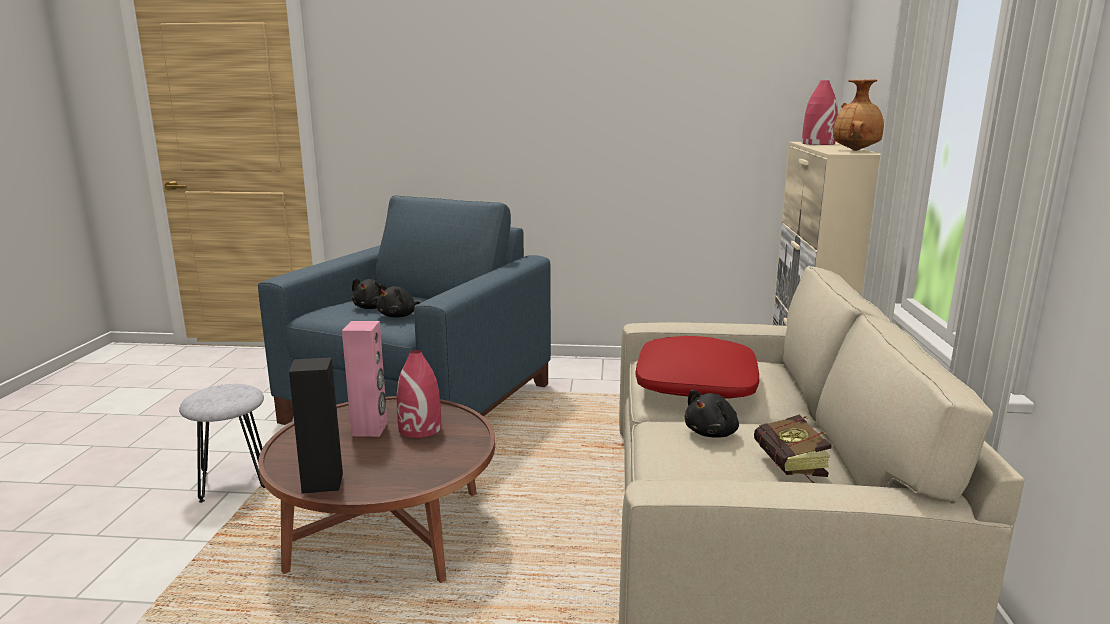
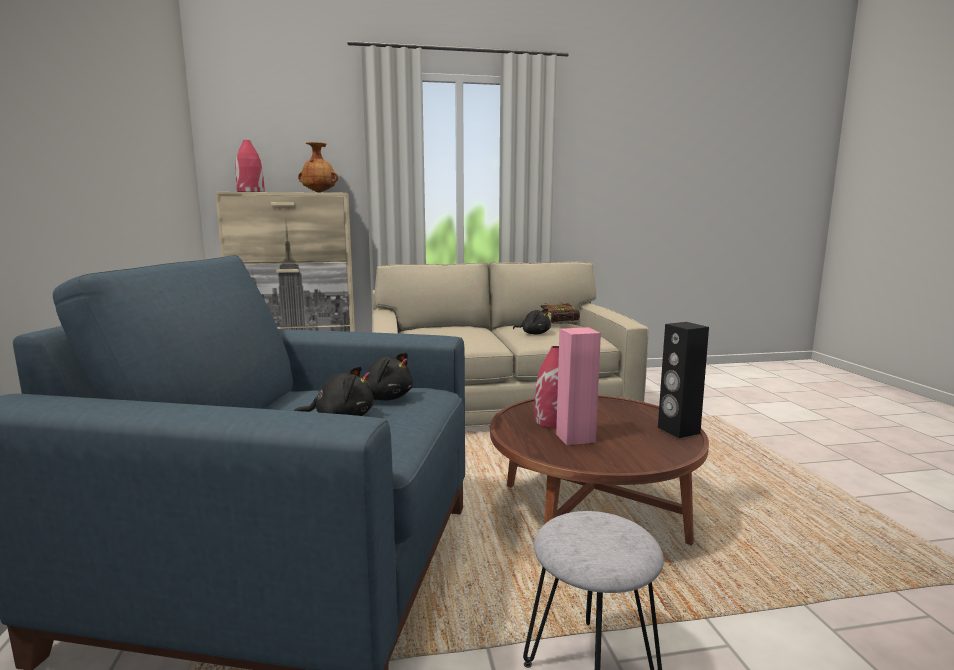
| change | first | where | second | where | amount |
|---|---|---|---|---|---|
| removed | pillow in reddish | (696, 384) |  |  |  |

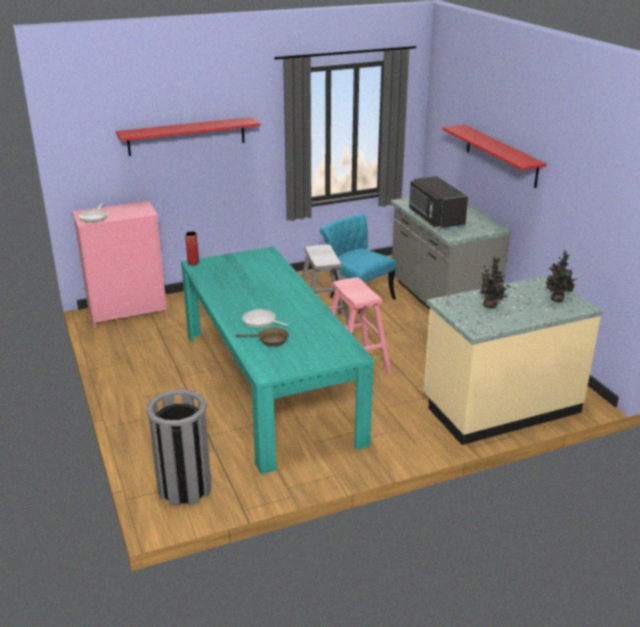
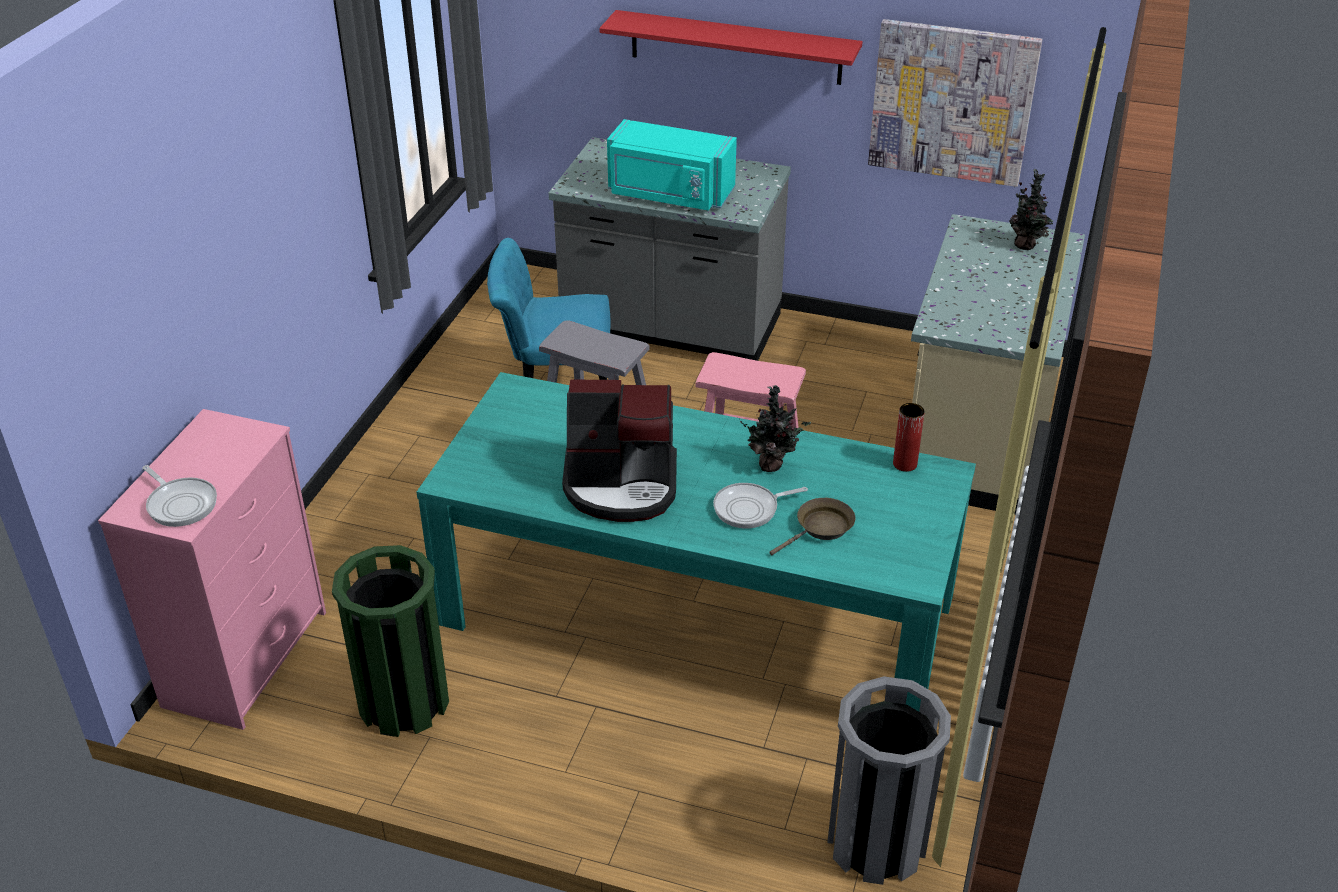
| change | first | where | second | where | amount |
|---|---|---|---|---|---|
| added |  |  | rubbish bin in green | (404, 701) |  |
| added |  |  | coffee maker | (621, 486) |  |
| recoloured | kitchen microwave in black | (434, 218) | kitchen microwave in blue-green | (669, 194) |  |
| moved | houseplant | (491, 306) |  | (772, 464) |  |
| added |  |  | picture | (952, 102) |  |
| moved | vase in reddish | (193, 263) |  | (905, 464) |  |
| removed | bracket shelf in reddish | (186, 136) |  |  |  |

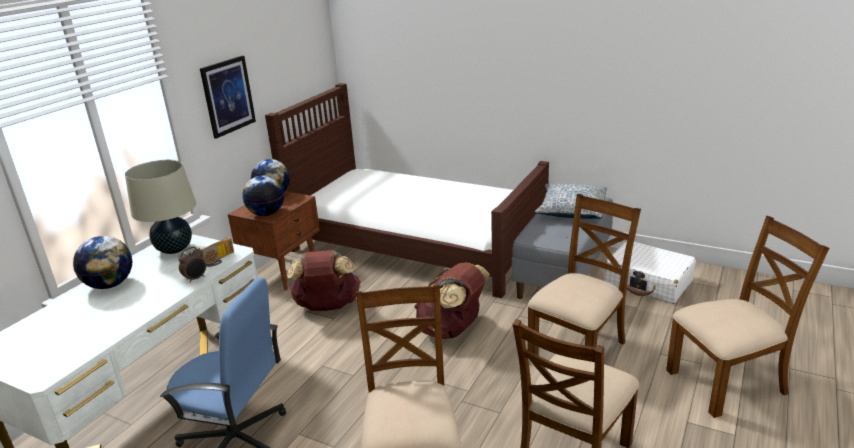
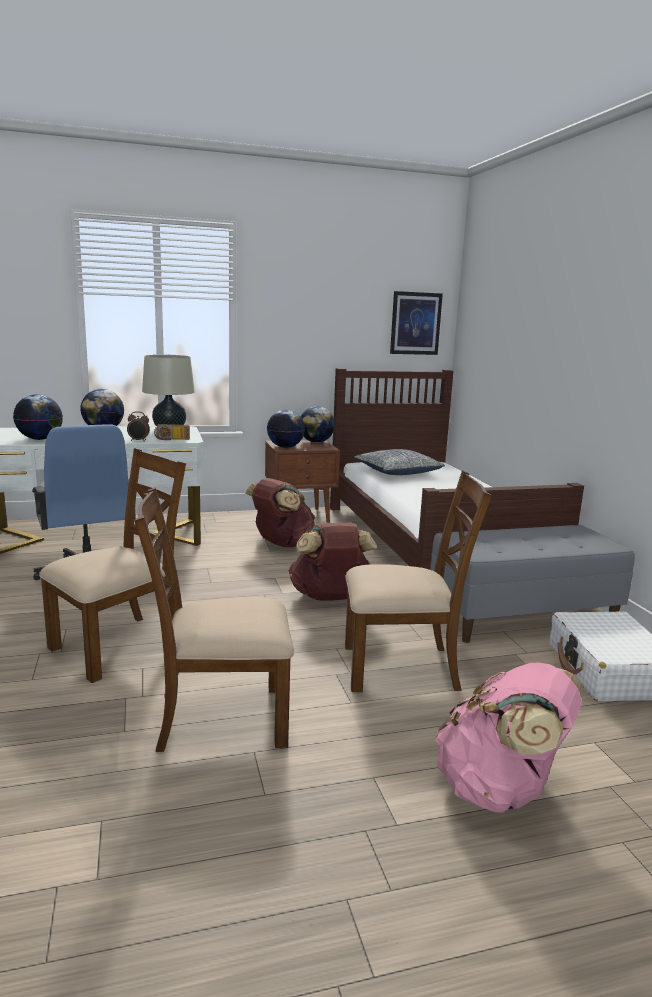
| change | first | where | second | where | amount |
|---|---|---|---|---|---|
| added |  |  | world globe | (40, 439) |  |
| moved | pillow | (571, 210) |  | (398, 472) |  |
| moved | picture | (228, 96) |  | (415, 323) |  |
| replaced | chair in brown-coloured | (728, 382) | knapsack in pinkish | (499, 789) |  |

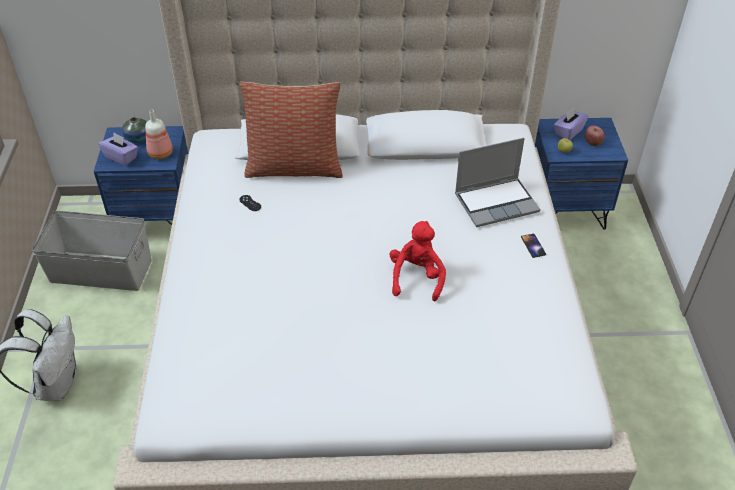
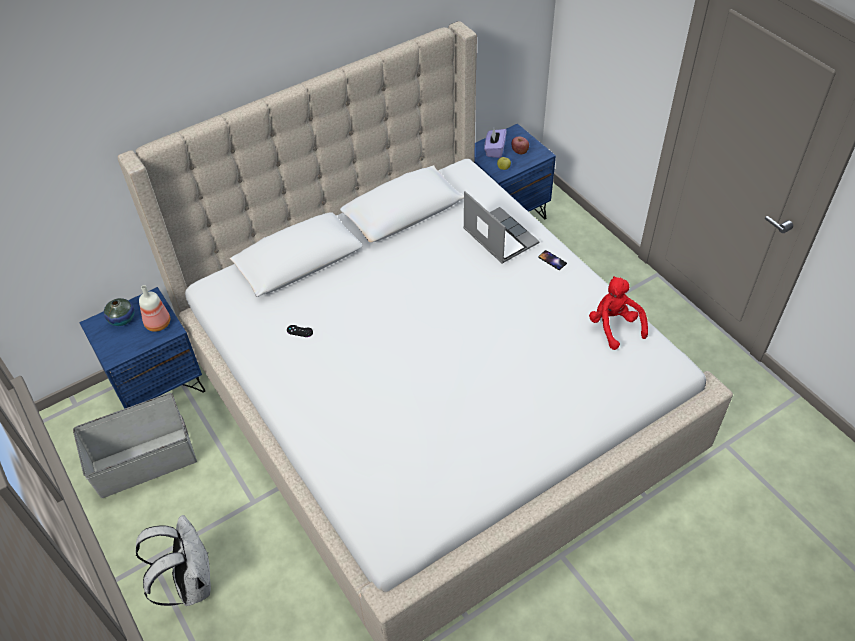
| change | first | where | second | where | amount |
|---|---|---|---|---|---|
| turned | laptop | (497, 202) |  | (499, 237) | 75 degrees counterclockwise |
| moved | plush toy in reddish | (416, 277) |  | (614, 326) |  |
| removed | box of tissues in purplish | (121, 157) |  |  |  |
| removed | pillow | (294, 167) |  |  |  |

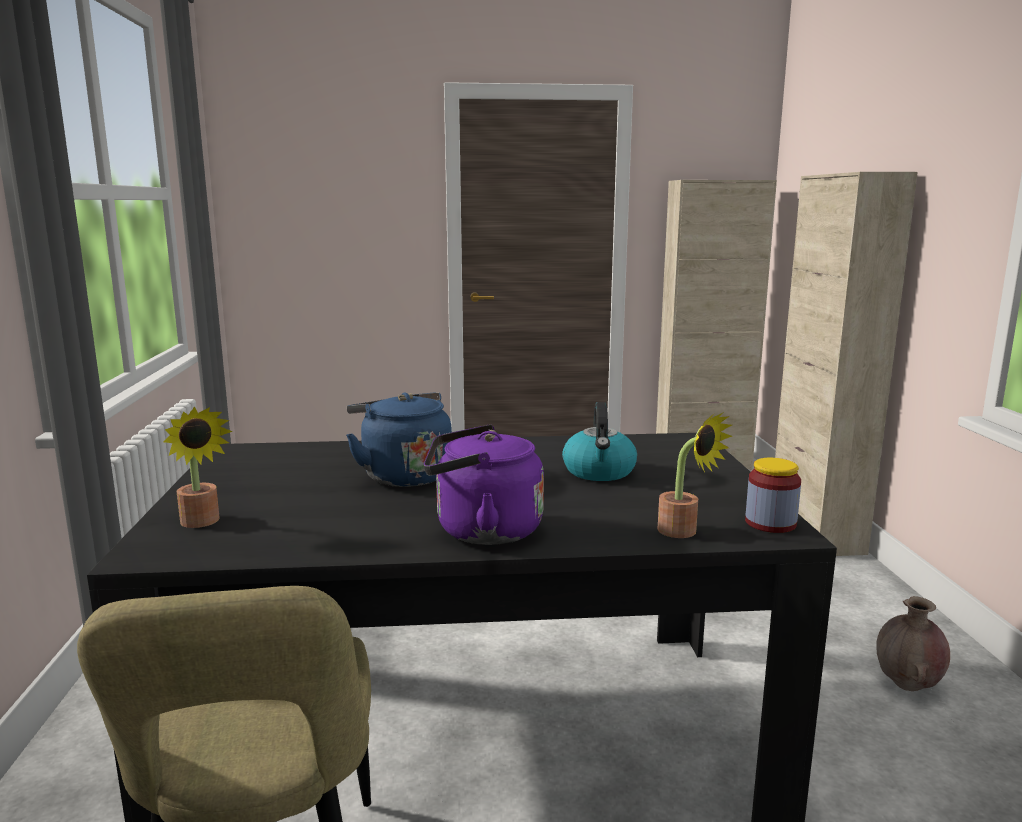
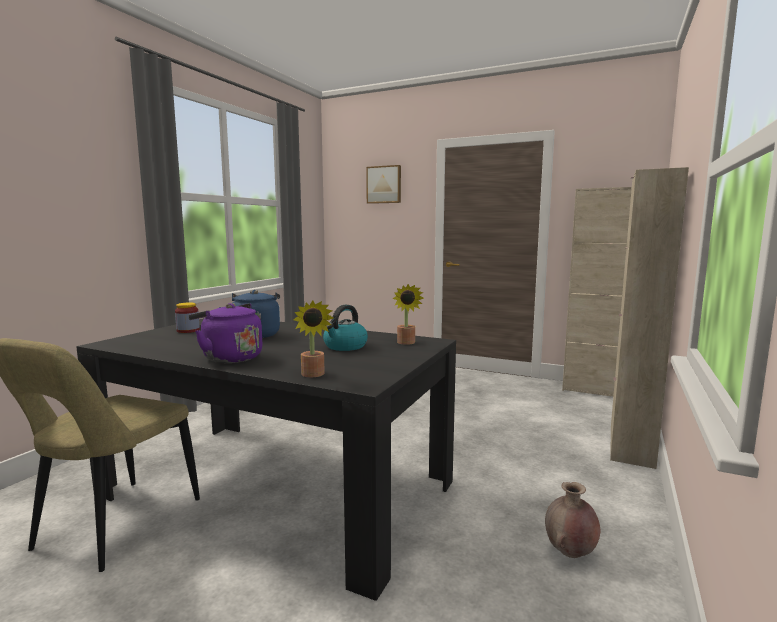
| change | first | where | second | where | amount |
|---|---|---|---|---|---|
| moved | jar | (770, 523) |  | (188, 330) |  |
| added |  |  | picture | (384, 184) |  |
| moved | houseplant | (202, 523) |  | (406, 343) |  |

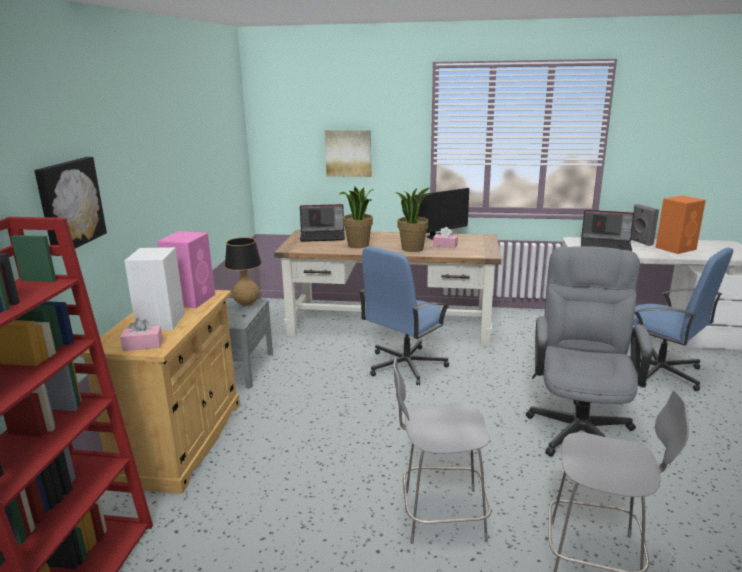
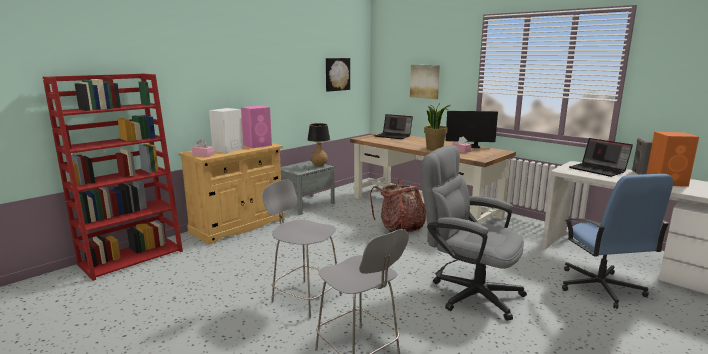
| change | first | where | second | where | amount |
|---|---|---|---|---|---|
| moved | picture | (69, 204) |  | (337, 74) |  |
| replaced | computer chair in blue | (405, 366) | knapsack | (400, 228) |  |
| turned | computer chair in greyish | (579, 425) |  | (468, 292) | 105 degrees counterclockwise |
| removed | houseplant | (358, 245) |  |  |  |

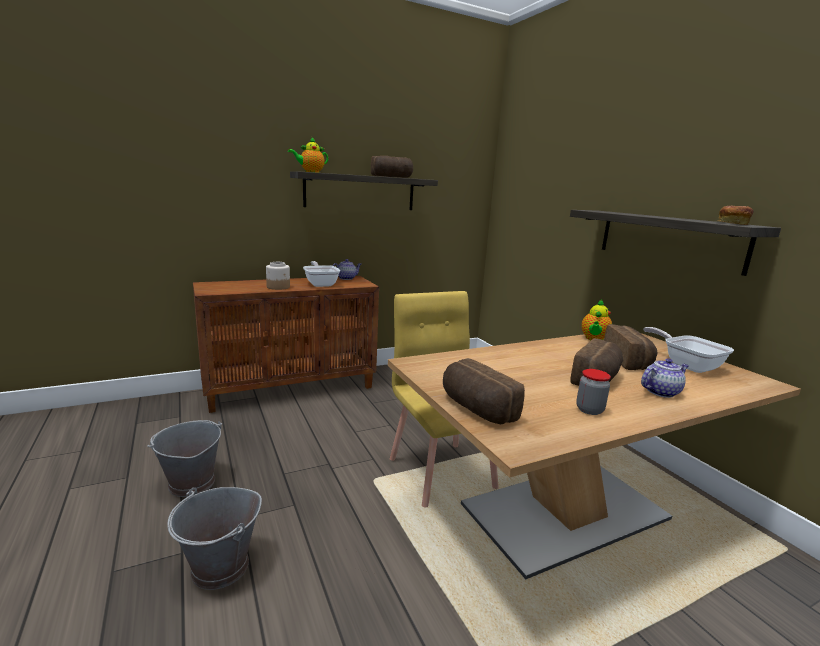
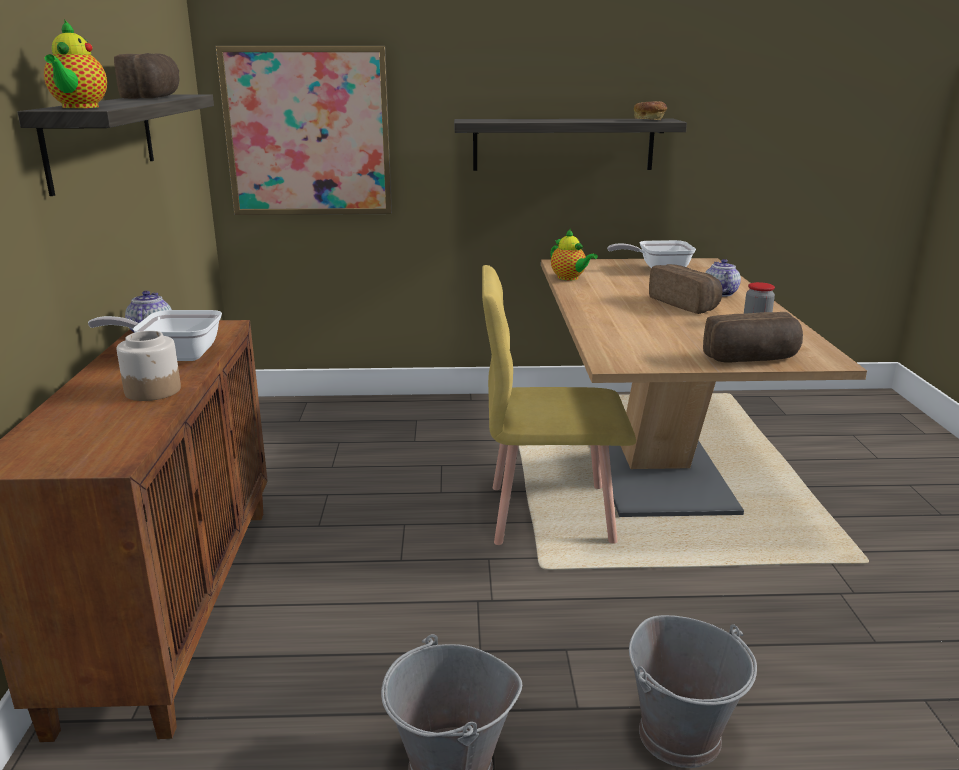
| change | first | where | second | where | amount |
|---|---|---|---|---|---|
| added |  |  | picture | (308, 132) |  |
| removed | bakery bread | (628, 360) |  |  |  |

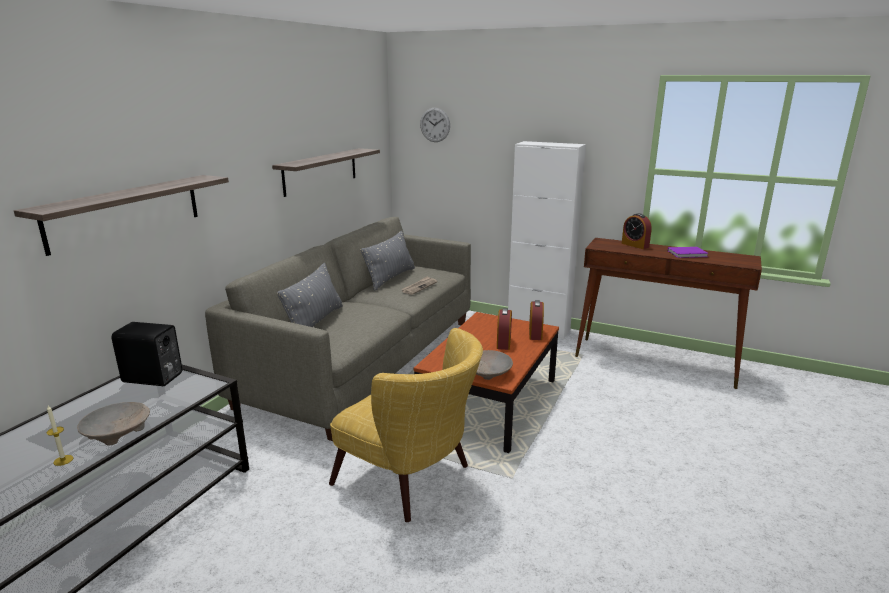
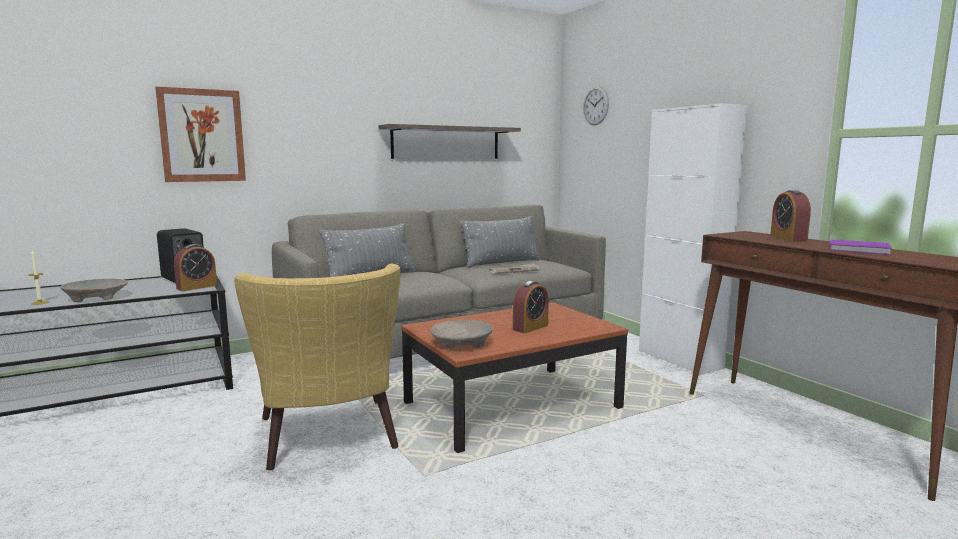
| change | first | where | second | where | amount |
|---|---|---|---|---|---|
| replaced | bracket shelf | (126, 212) | picture | (202, 135) |  |
| moved | alarm clock | (535, 334) |  | (197, 287) |  |

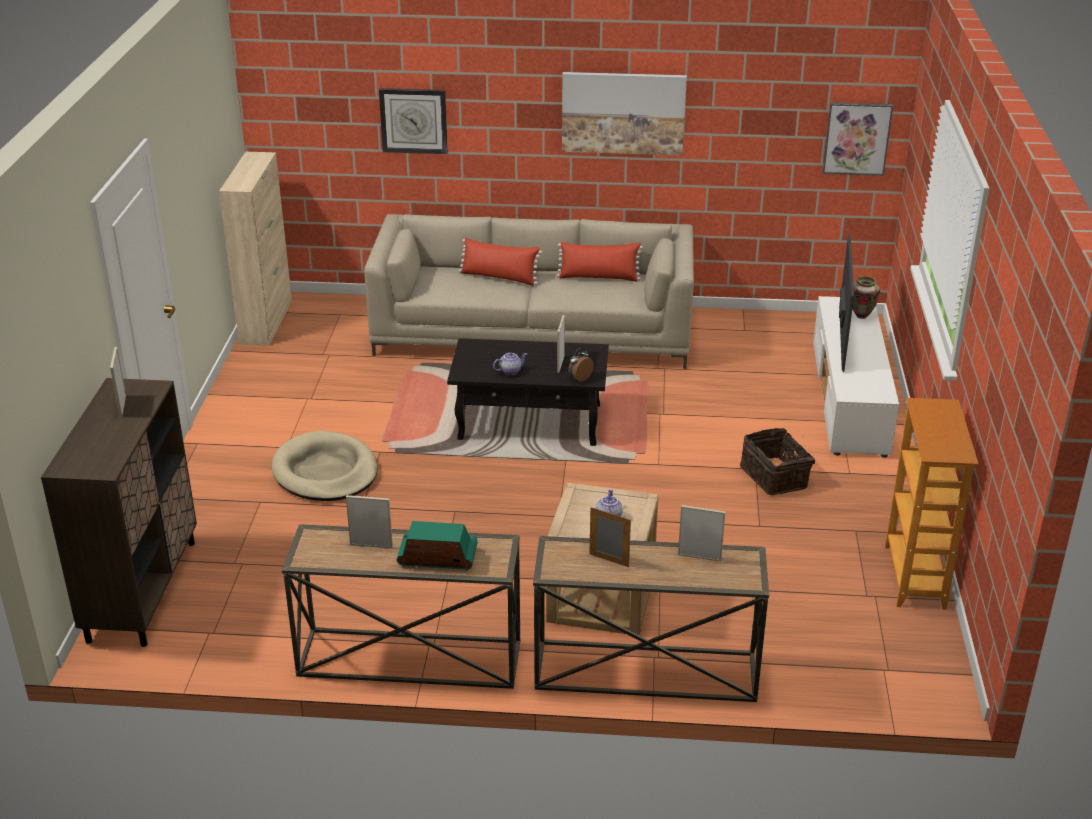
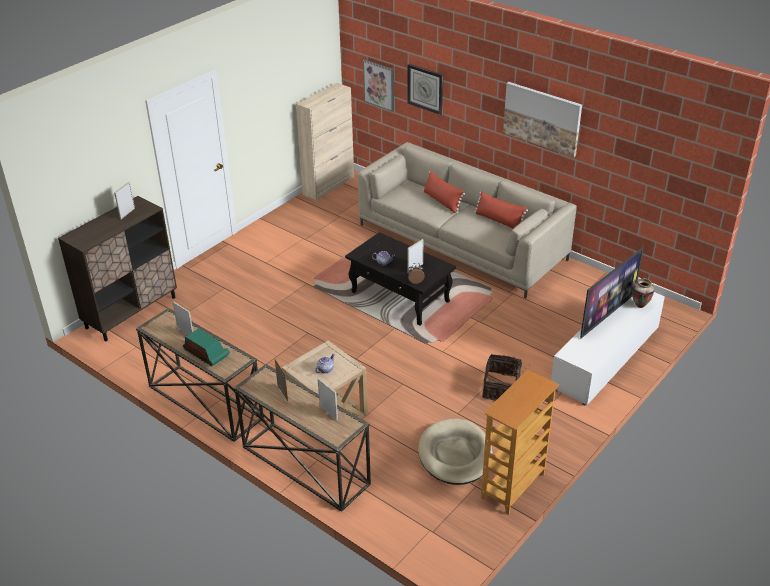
| change | first | where | second | where | amount |
|---|---|---|---|---|---|
| moved | picture | (857, 138) |  | (379, 85) |  |
| moved | dog cushion in beige | (325, 472) |  | (455, 454) |  |

